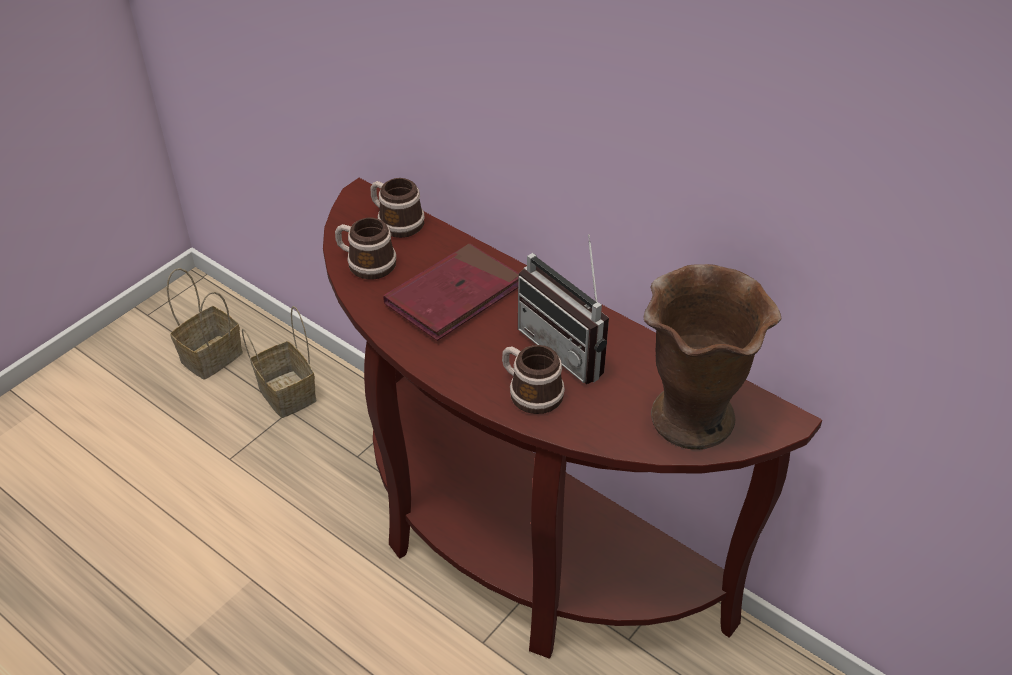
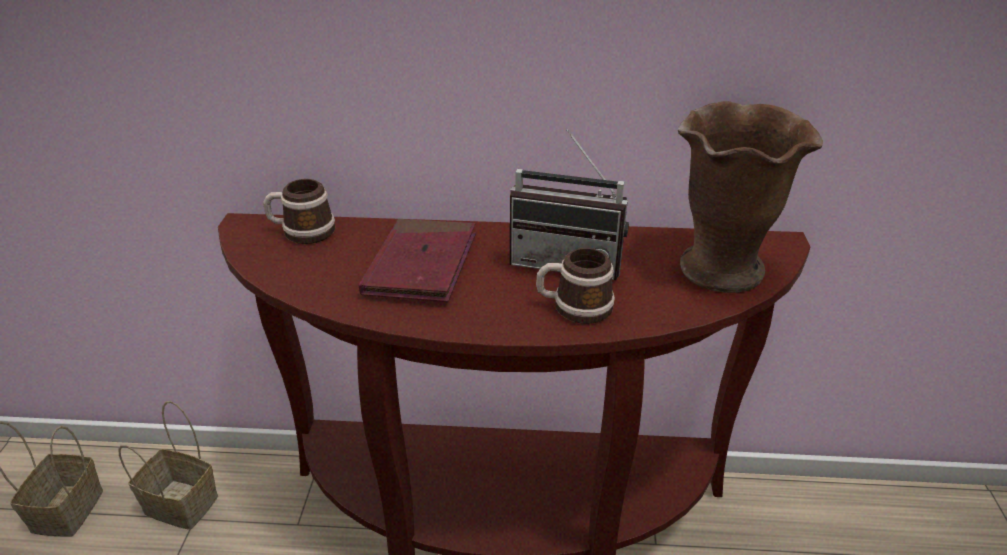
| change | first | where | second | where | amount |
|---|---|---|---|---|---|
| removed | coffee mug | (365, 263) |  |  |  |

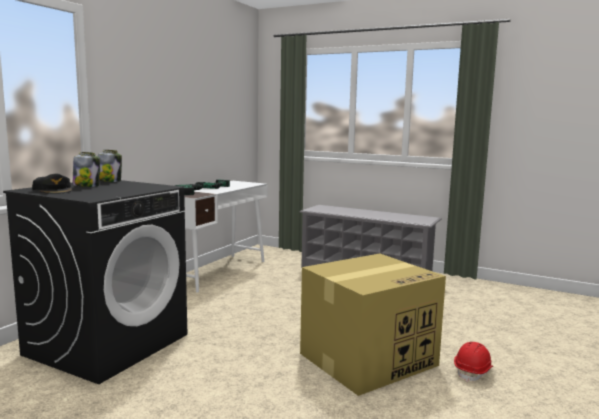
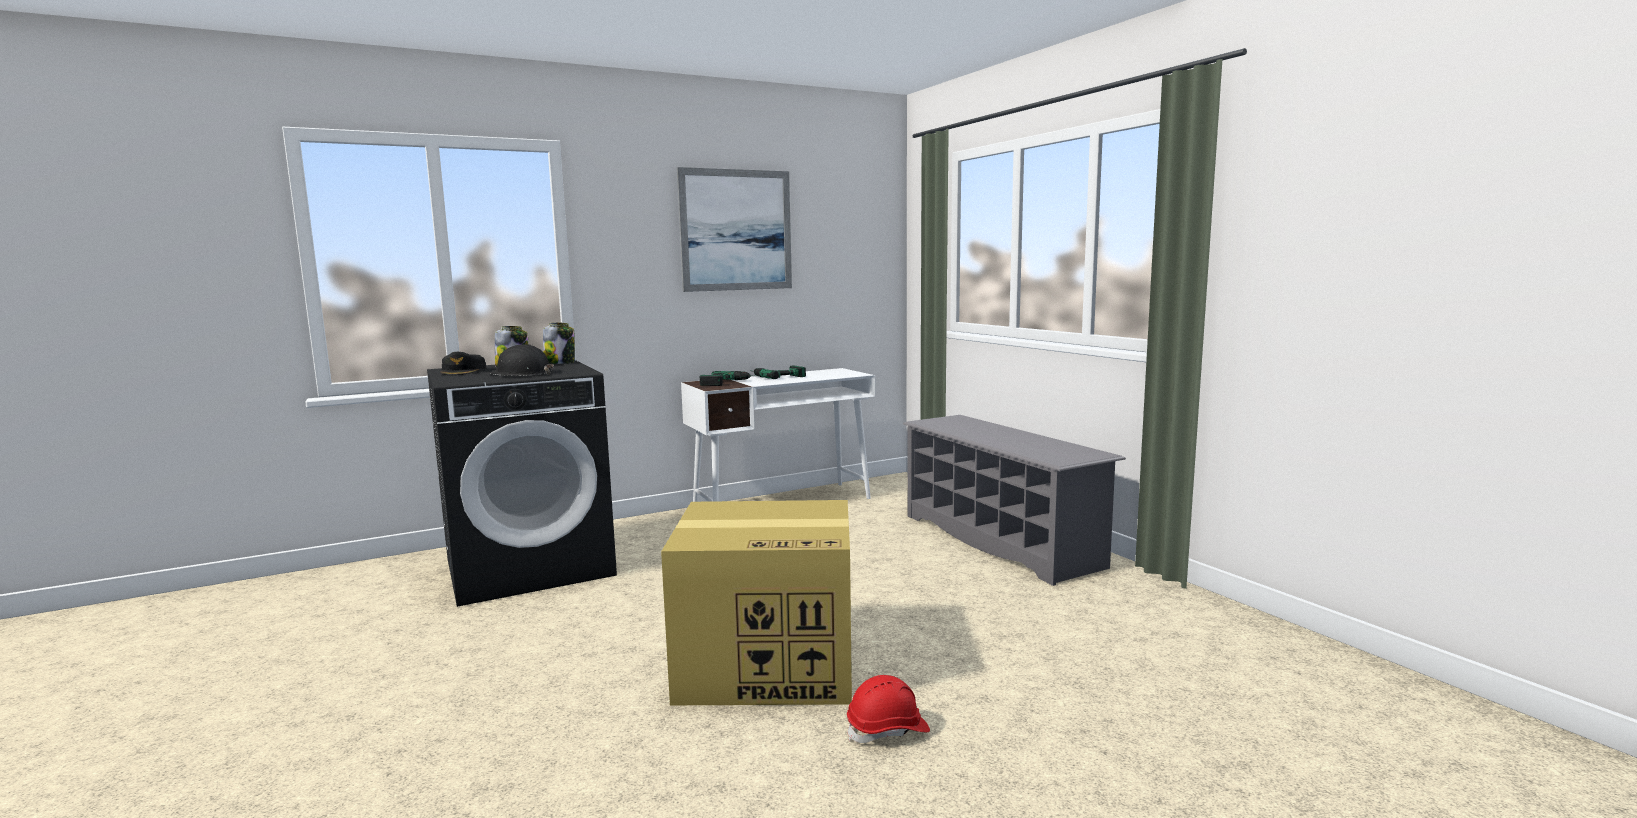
| change | first | where | second | where | amount |
|---|---|---|---|---|---|
| added |  |  | hard hat in black | (521, 373) |  |
| added |  |  | picture | (736, 230) |  |

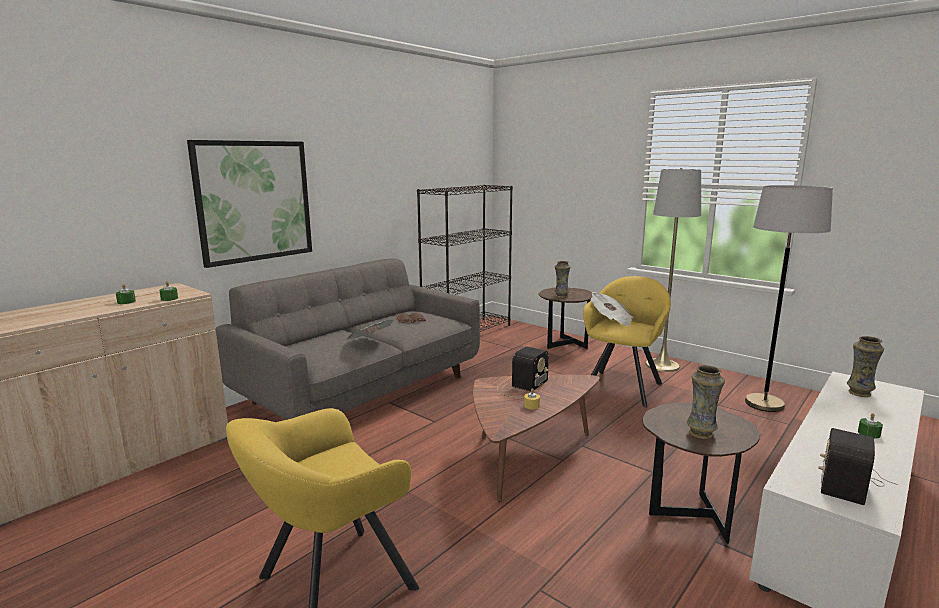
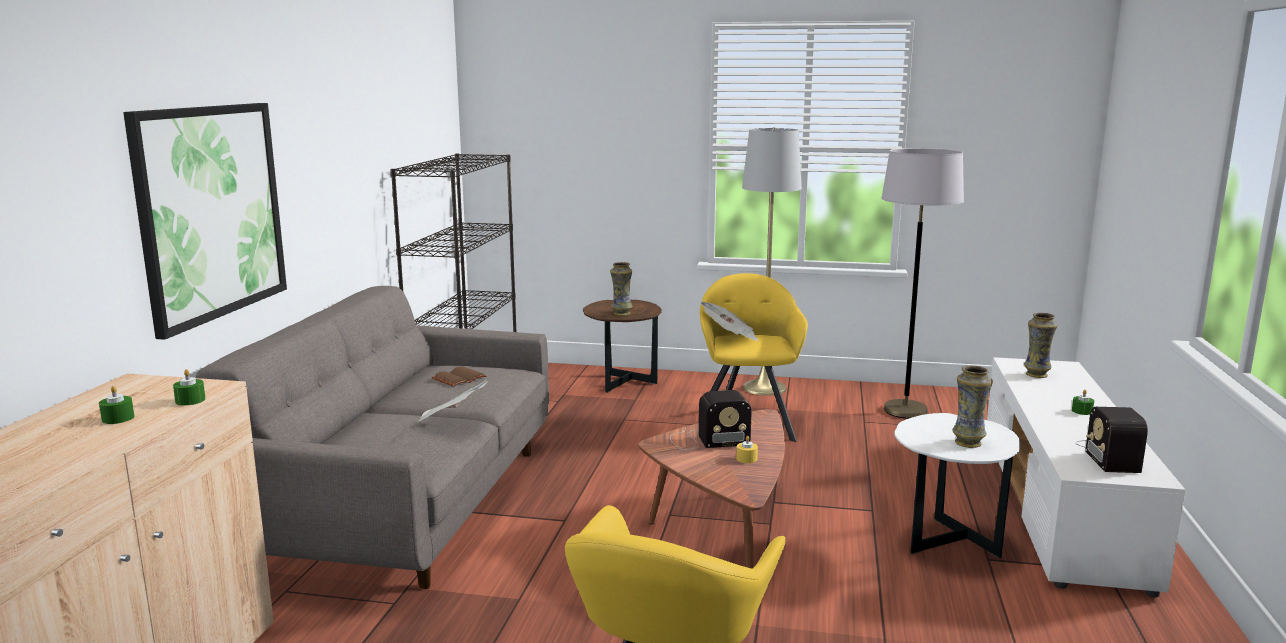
| change | first | where | second | where | amount |
|---|---|---|---|---|---|
| turned | radio | (521, 387) |  | (706, 440) | 75 degrees clockwise |
| recoloured | side table in brown-coloured | (689, 517) | side table in white-coloured | (946, 545) |  |

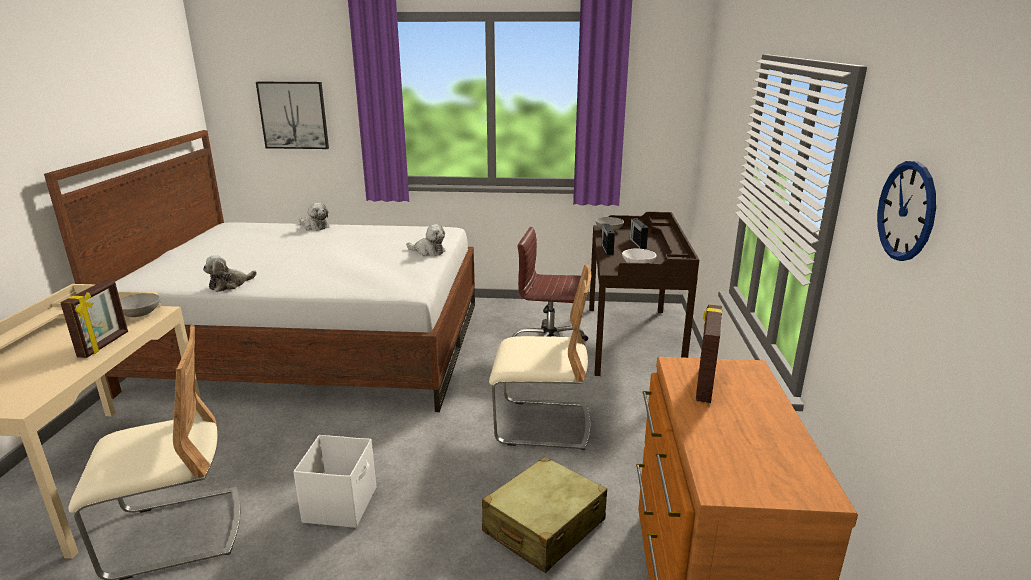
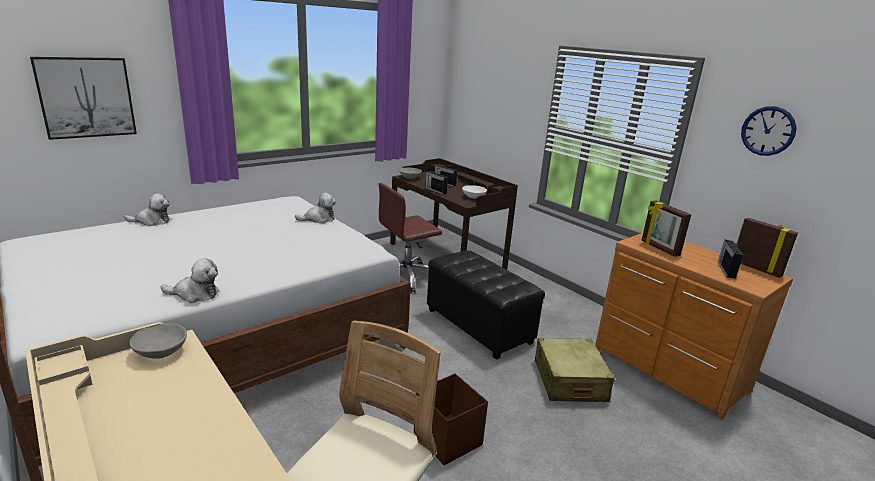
| change | first | where | second | where | amount |
|---|---|---|---|---|---|
| turned | plush toy | (229, 285) |  | (195, 294) | 90 degrees counterclockwise |
| recoloured | storage bin in white-coloured | (341, 504) | storage bin in brown-coloured | (447, 438) |  |
| replaced | chair in beige | (542, 424) | pouffe in black | (479, 326) |  |
| added |  |  | radio | (726, 269) |  |
| moved | photo frame | (104, 345) |  | (756, 268) |  |

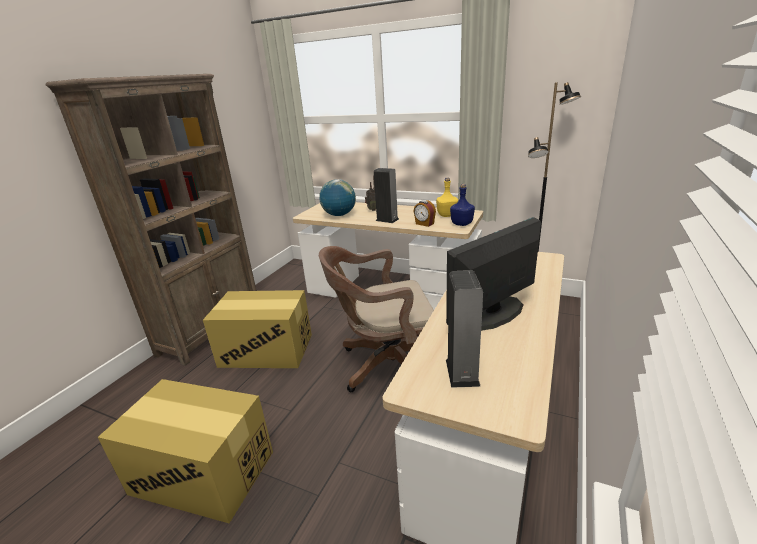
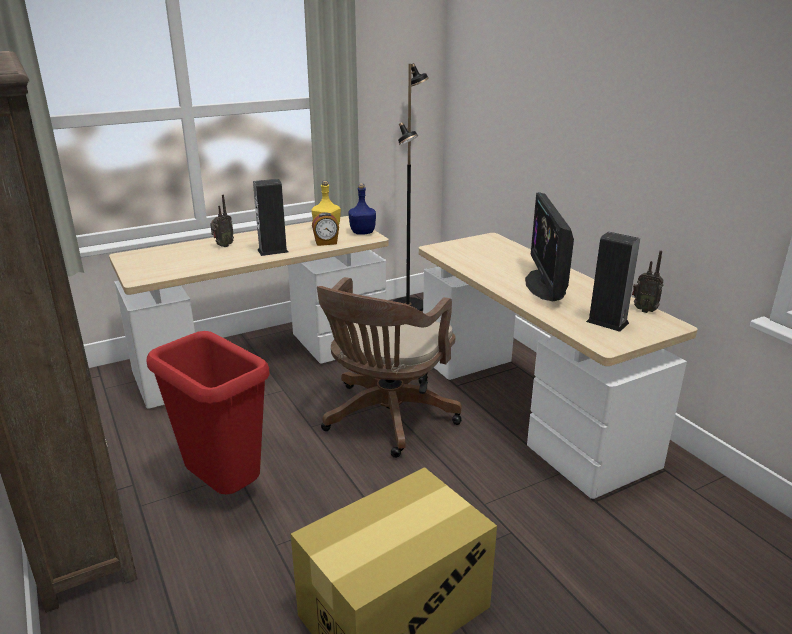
| change | first | where | second | where | amount |
|---|---|---|---|---|---|
| replaced | packing box | (266, 350) | rubbish bin in reddish | (226, 489) |  |
| added |  |  | radio | (644, 310) |  |
| removed | world globe | (339, 215) |  |  |  |

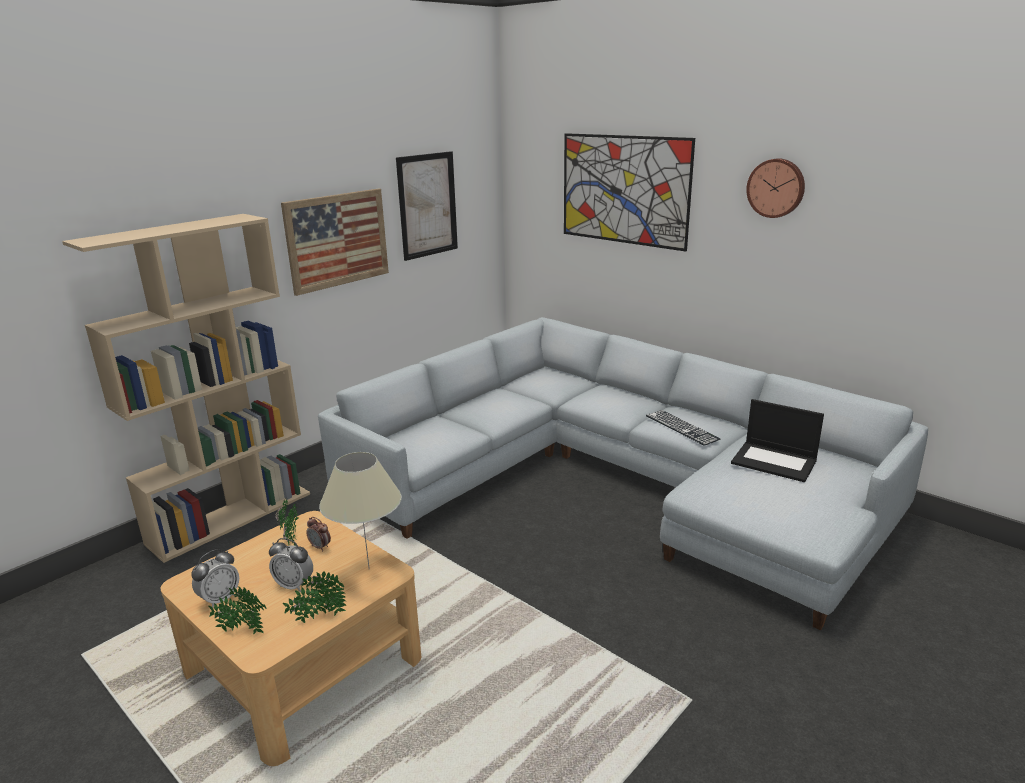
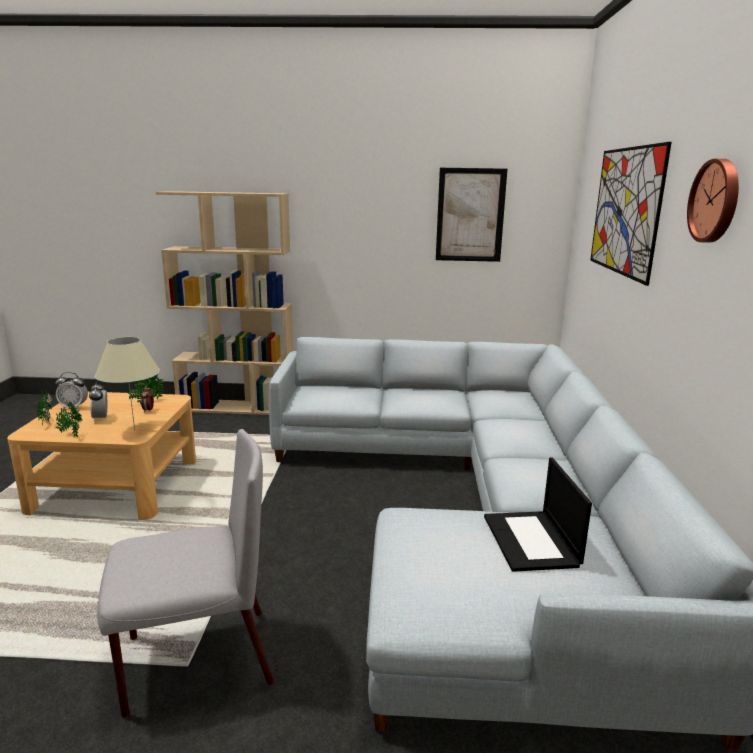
| change | first | where | second | where | amount |
|---|---|---|---|---|---|
| added |  |  | chair in greyish | (195, 661) |  |
| removed | picture | (337, 240) |  |  |  |
| removed | computer keyboard | (681, 427) |  |  |  |

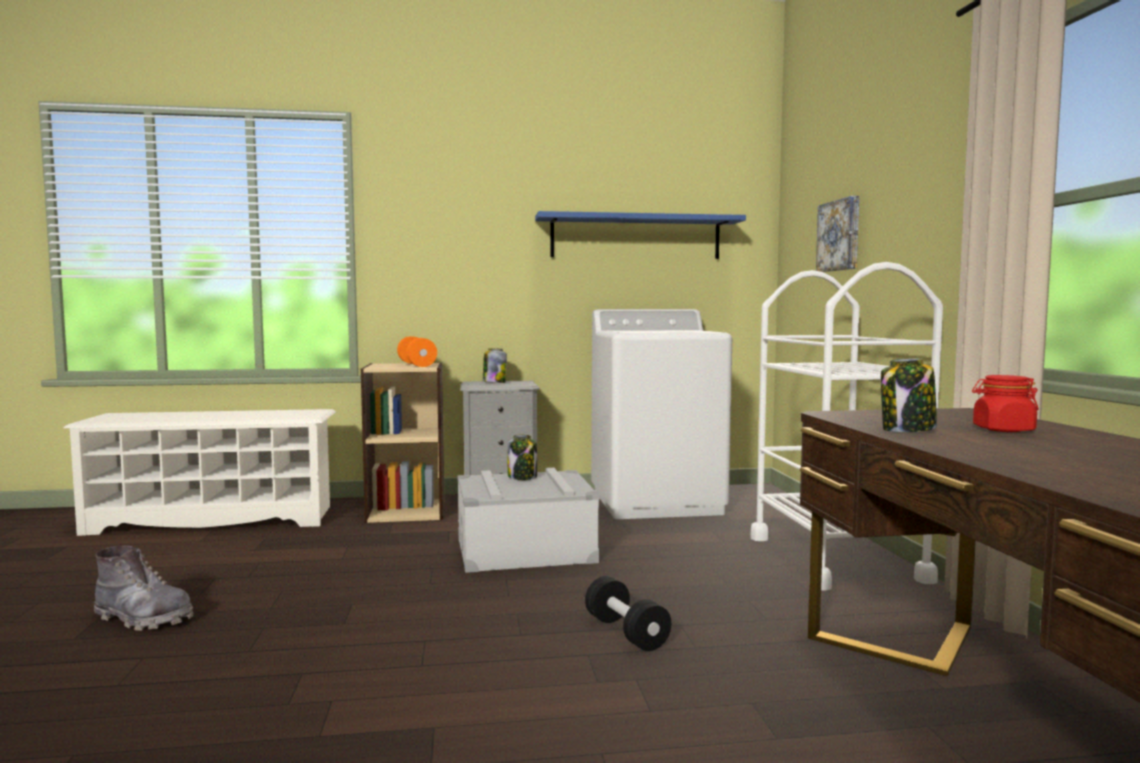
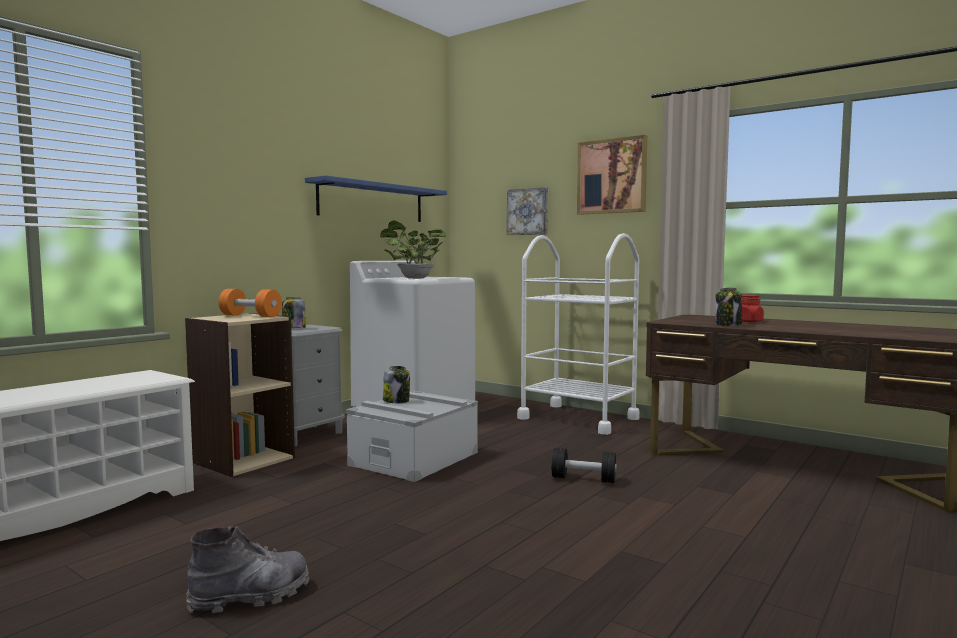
| change | first | where | second | where | amount |
|---|---|---|---|---|---|
| added |  |  | houseplant | (413, 278) |  |
| added |  |  | picture | (612, 176) |  |

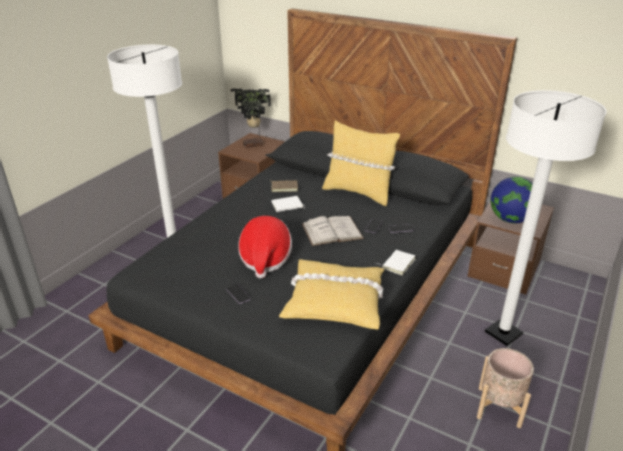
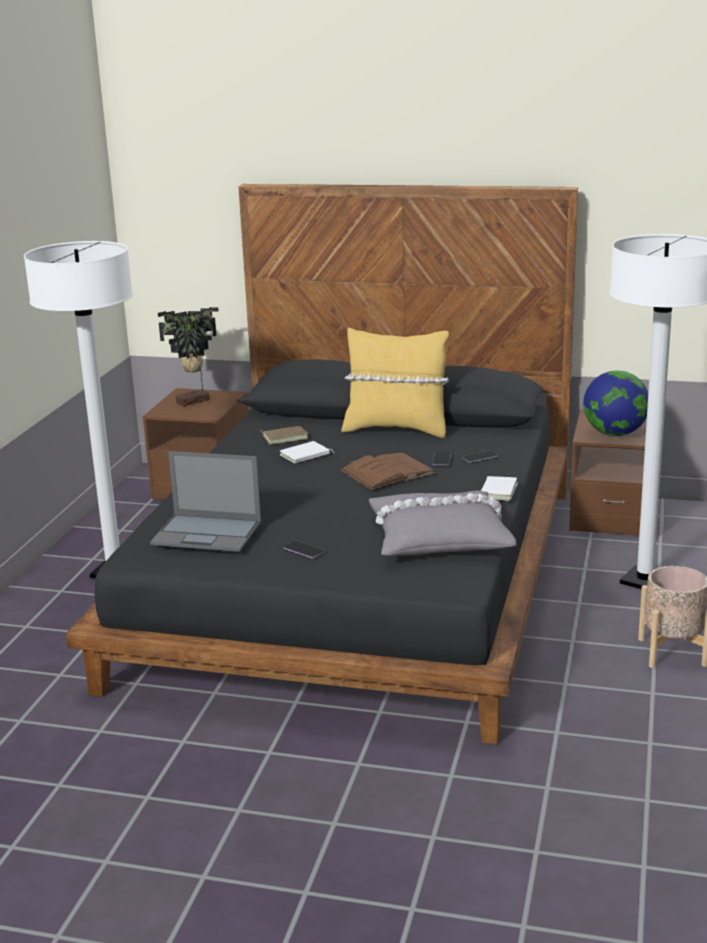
| change | first | where | second | where | amount |
|---|---|---|---|---|---|
| added |  |  | laptop | (208, 533) |  |
| recoloured | bound book in white-coloured | (332, 231) | bound book in brown-coloured | (388, 471) |  |
| recoloured | pillow in yellowish | (335, 301) | pillow in greyish | (438, 537) |  |
| removed | hat | (265, 259) |  |  |  |

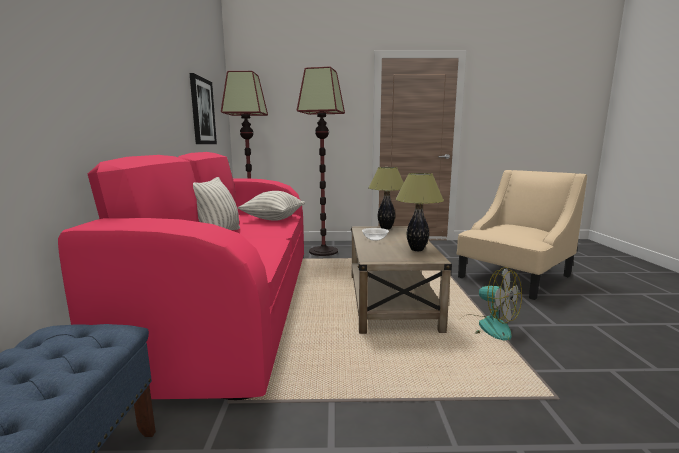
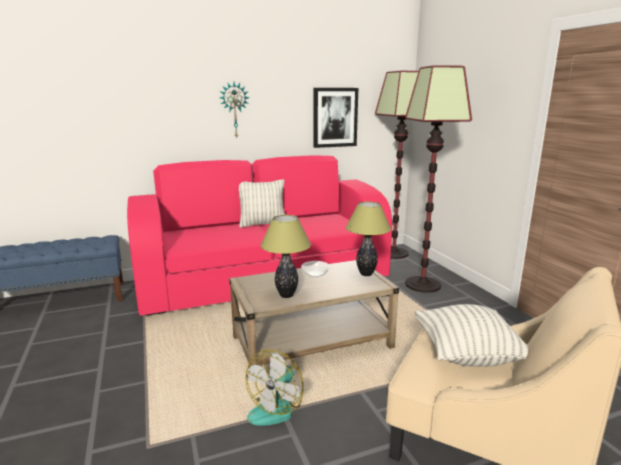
| change | first | where | second | where | amount |
|---|---|---|---|---|---|
| added |  |  | wall clock | (234, 110) |  |
| moved | pillow | (273, 219) |  | (467, 355) |  |

